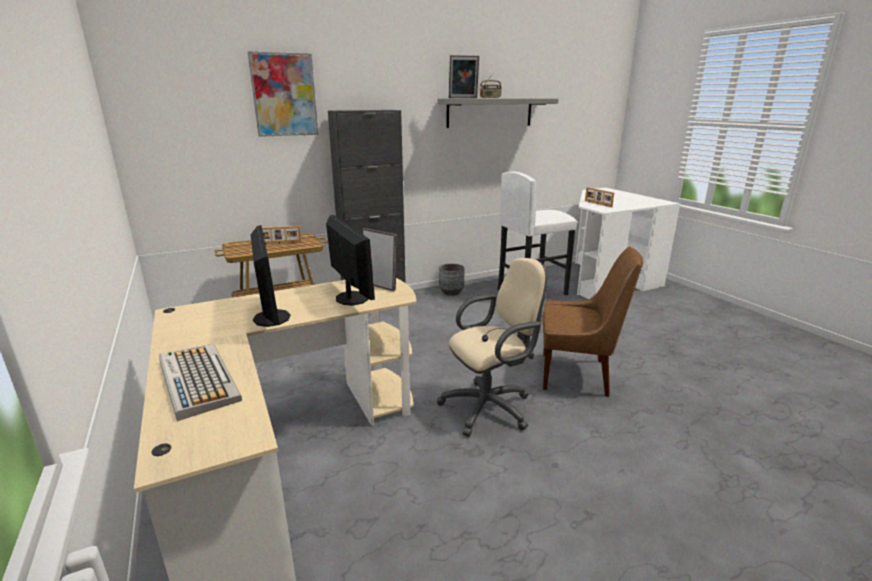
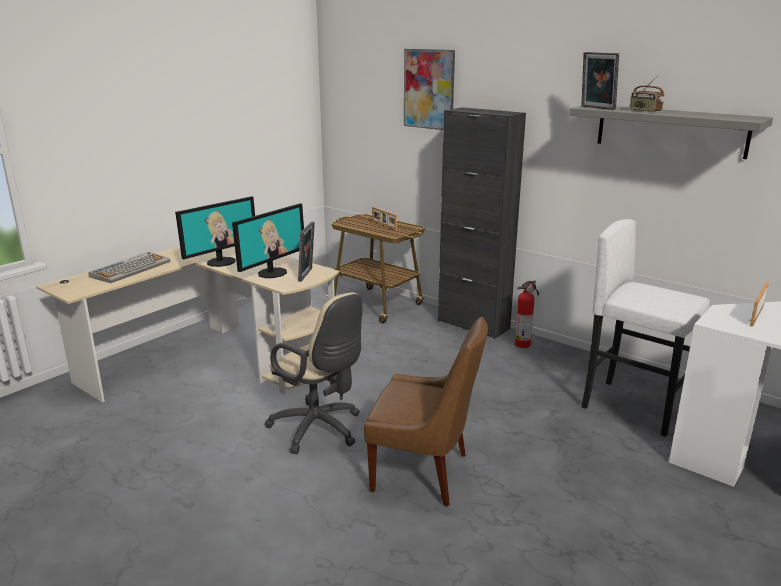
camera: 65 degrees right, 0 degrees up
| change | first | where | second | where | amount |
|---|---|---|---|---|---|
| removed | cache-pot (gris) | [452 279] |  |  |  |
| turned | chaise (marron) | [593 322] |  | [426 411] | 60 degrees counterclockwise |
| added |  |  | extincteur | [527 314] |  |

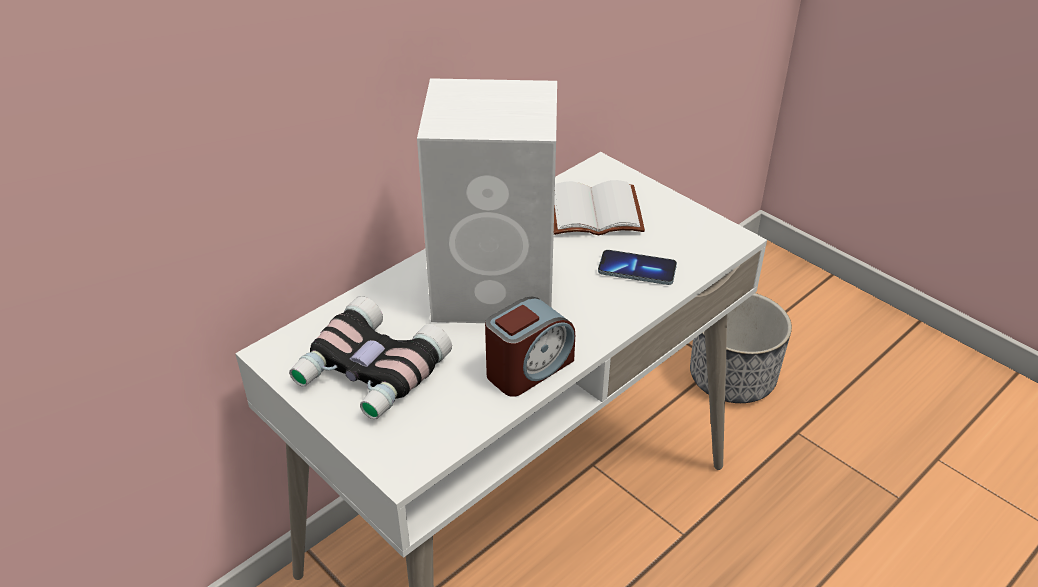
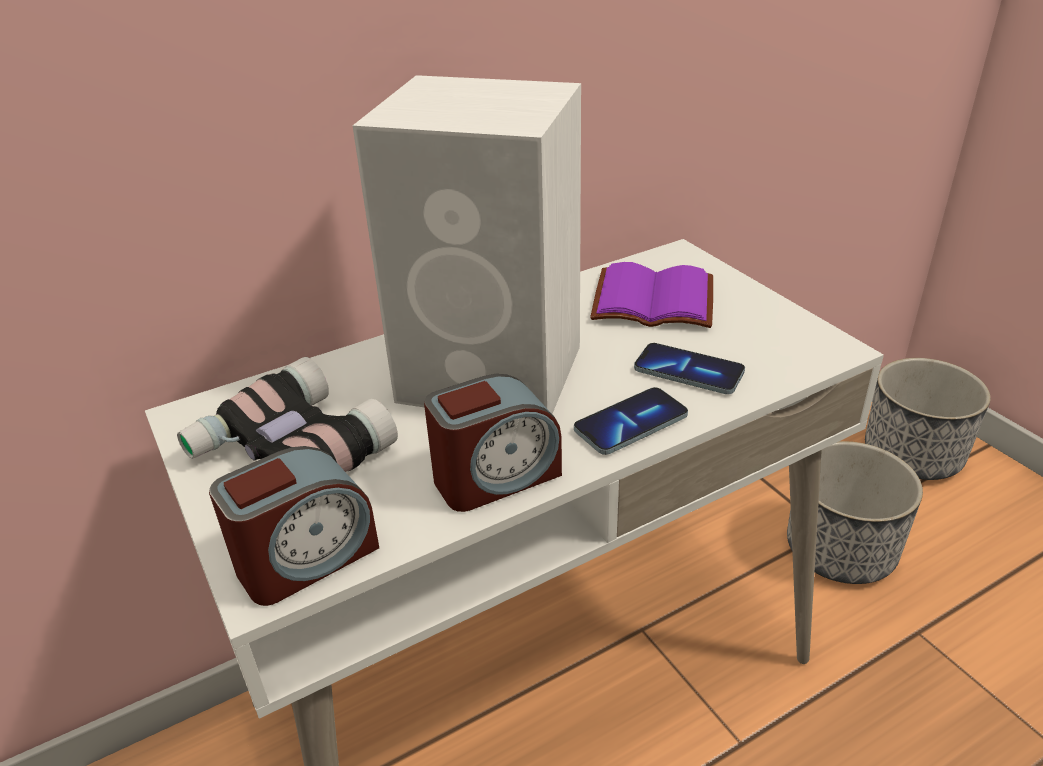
camera: 15 degrees right, 5 degrees down
| change | first | where | second | where | amount |
|---|---|---|---|---|---|
| recoloured | livre (blanc) | [599 207] | livre (violet) | [651 295] |  |
| added |  |  | réveil | [294 526] |  |
| added |  |  | téléphone | [631 421] |  |
| added |  |  | cache-pot | [928 419] |  |

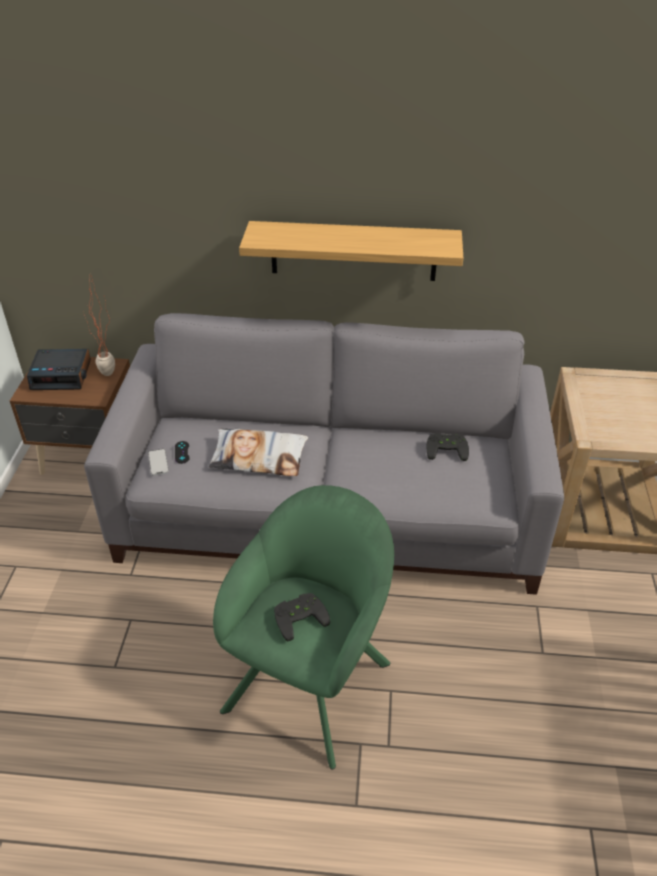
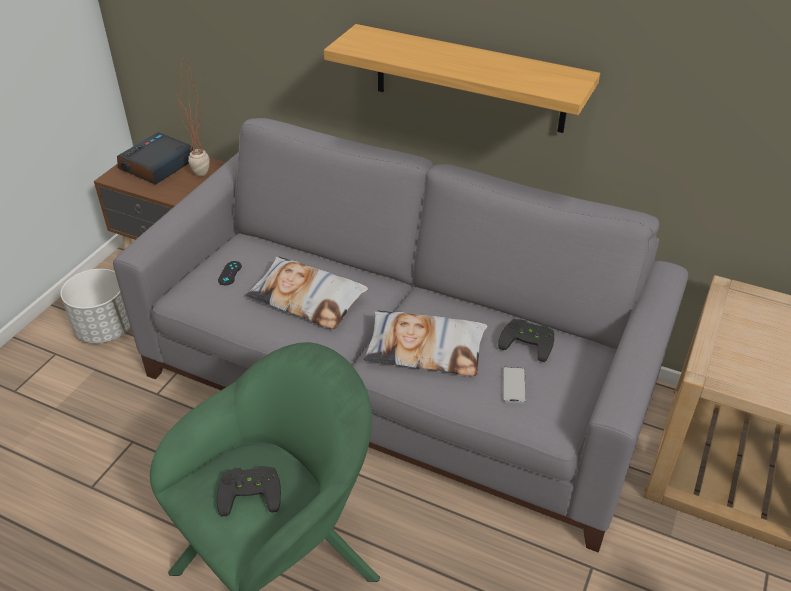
camera: 20 degrees right, 0 degrees up
| change | first | where | second | where | amount |
|---|---|---|---|---|---|
| turned | réveil | [59 369] |  | [155 158] | 105 degrees clockwise |
| moved | téléphone | [158 462] |  | [514 385] |  |
| added |  |  | cache-pot (blanc) | [96 306] |  |
| added |  |  | coussin | [426 343] |  |

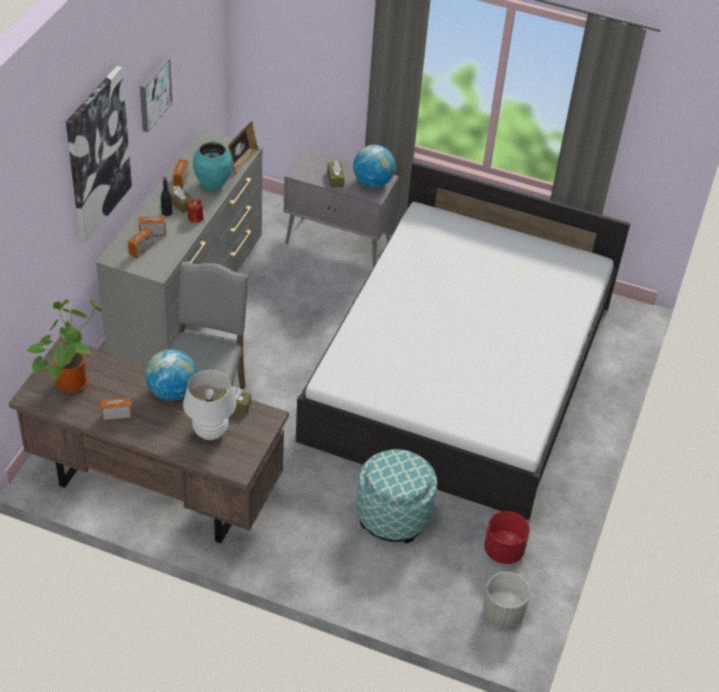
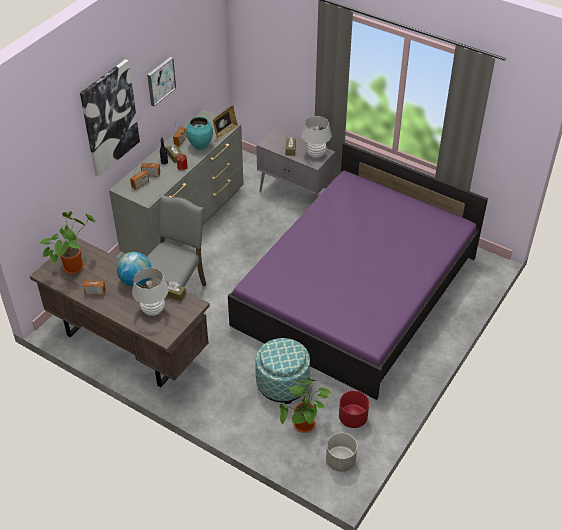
camera: 15 degrees right, 0 degrees up
| change | first | where | second | where | amount |
|---|---|---|---|---|---|
| recoloured | lit (blanc) | [463 340] | lit (violet) | [358 271] |  |
| replaced | globe | [374 166] | lampe de table (blanc) | [316 137] |  |
| added |  |  | plante en pot | [306 405] |  |

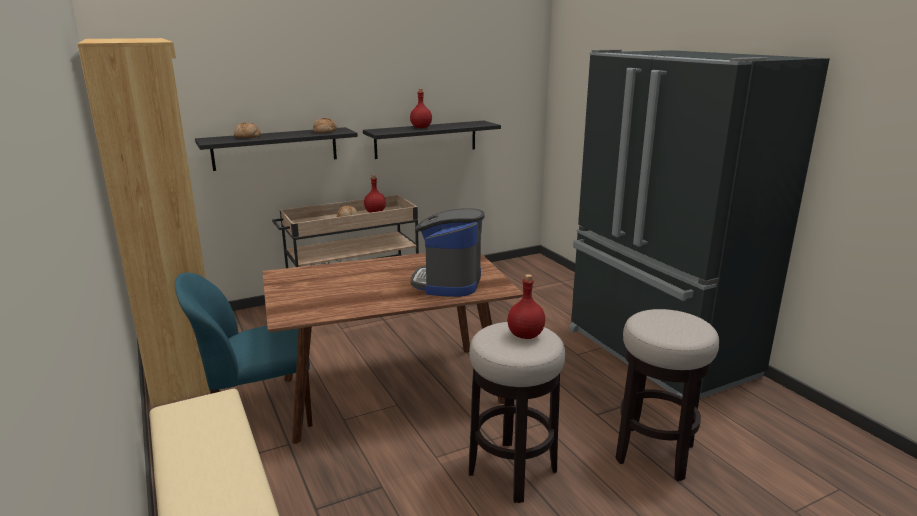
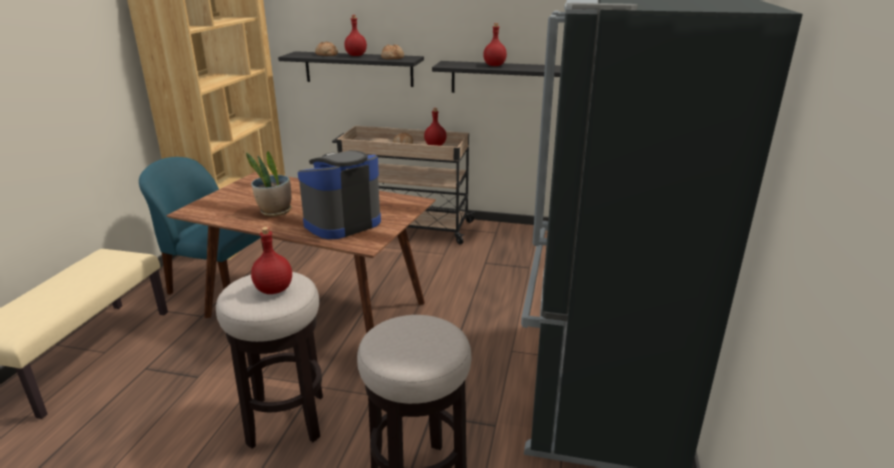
camera: 40 degrees right, 5 degrees up
| change | first | where | second | where | amount |
|---|---|---|---|---|---|
| added |  |  | plante en pot | [268 184] |  |
| added |  |  | bouteille (rouge) | [355 35] |  |

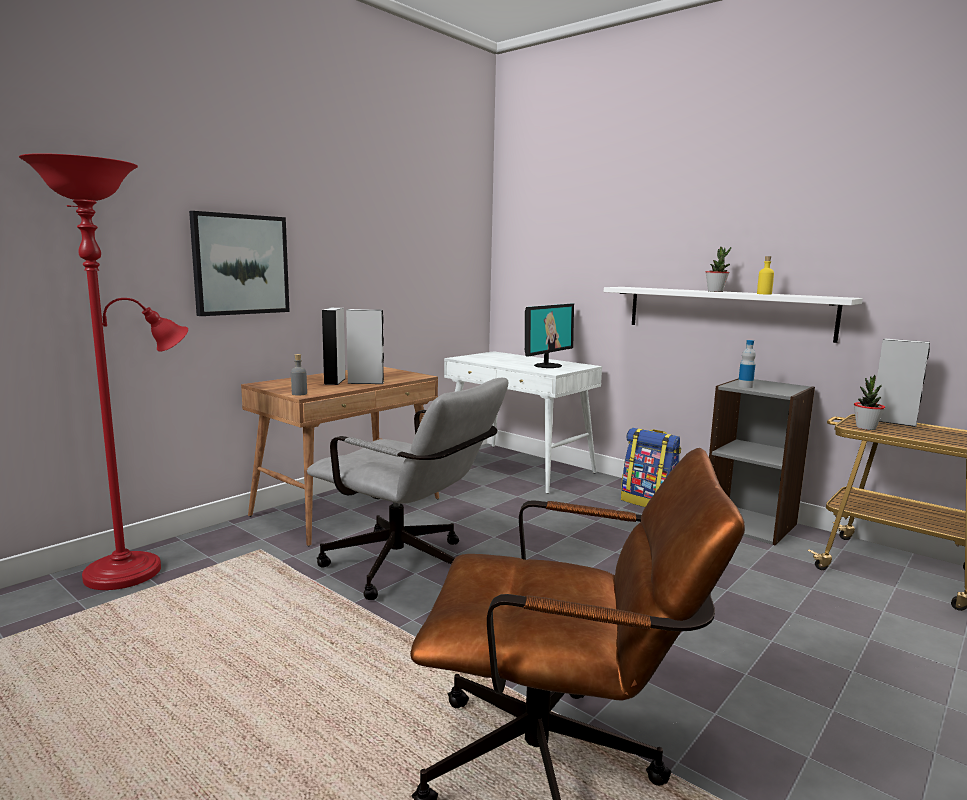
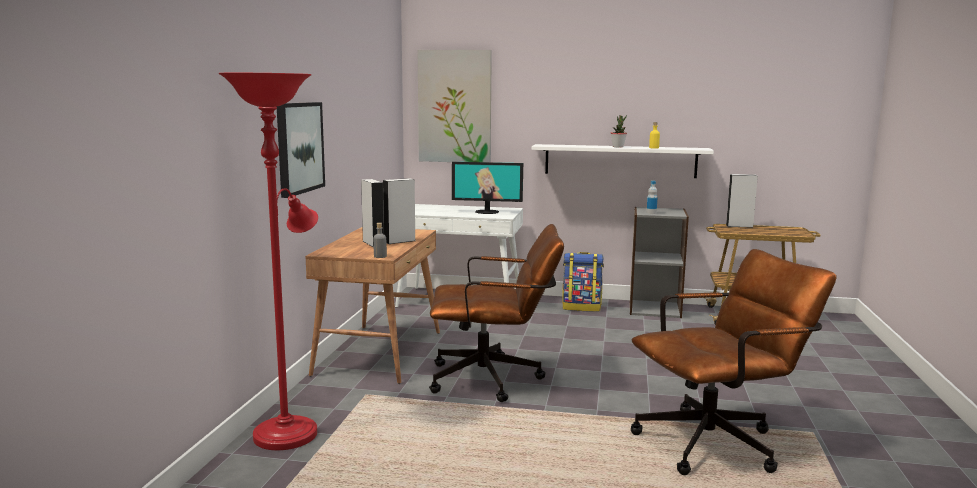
camera: 30 degrees left, 0 degrees up
| change | first | where | second | where | amount |
|---|---|---|---|---|---|
| recoloured | chaise de bureau (gris) | [407 489] | chaise de bureau (marron) | [496 313] |  |
| turned | écran d'ordinateur | [549 336] |  | [487 188] | 90 degrees clockwise |
| removed | plante en pot | [869 402] |  |  |  |
| added |  |  | tableau | [455 106] |  |

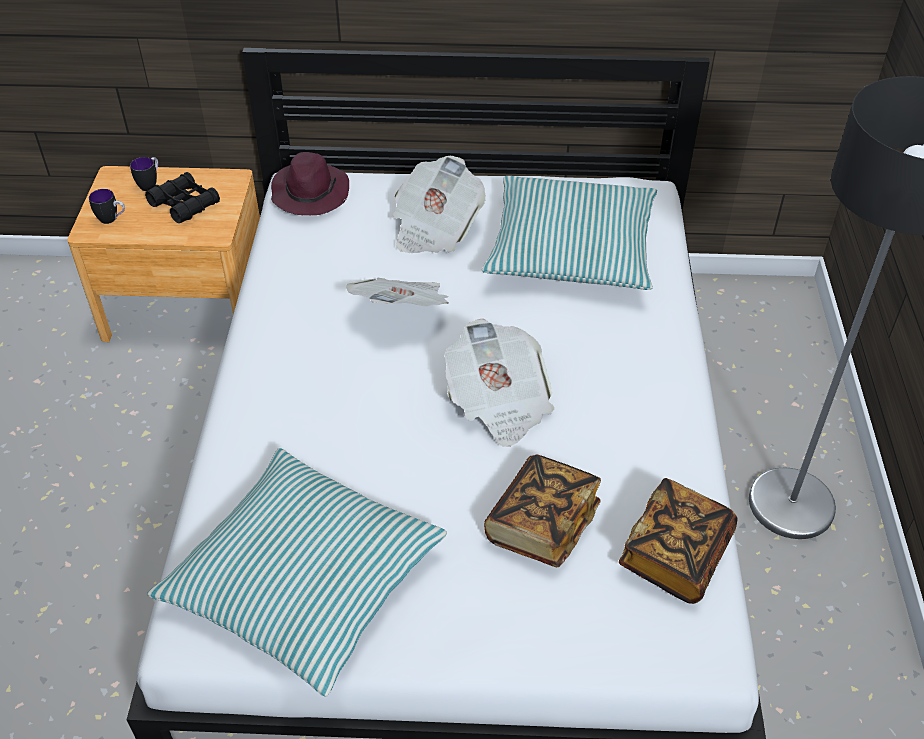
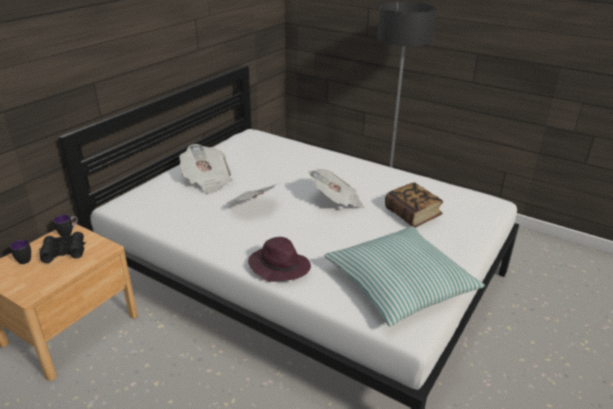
camera: 60 degrees left, 15 degrees down
| change | first | where | second | where | amount |
|---|---|---|---|---|---|
| moved | mug | [107 206] |  | [65 226] |  |
| moved | chapeau (violet) | [310 183] |  | [279 259] |  |
| removed | coussin | [569 233] |  |  |  |
| removed | livre | [678 541] |  |  |  |

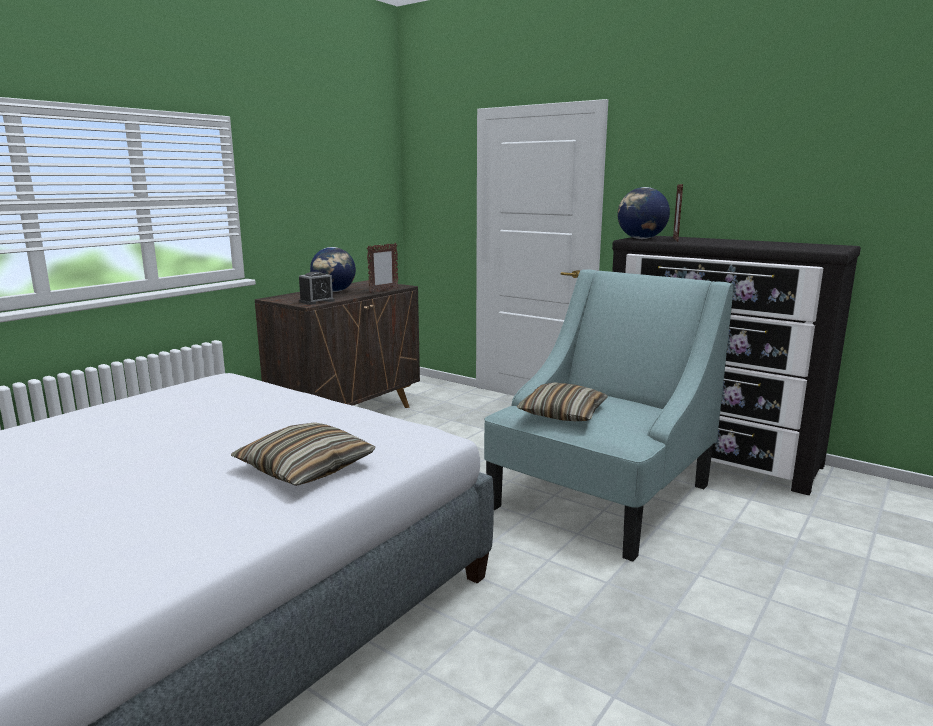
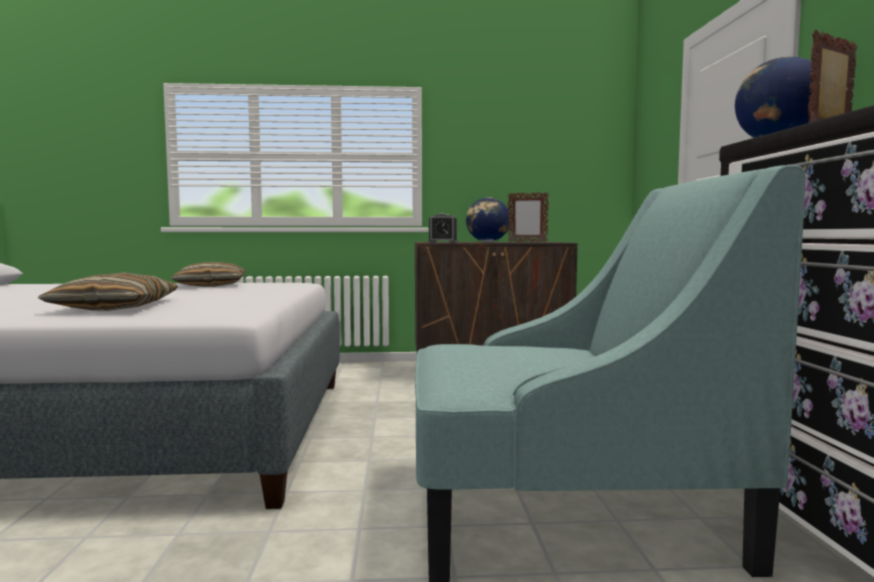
camera: 50 degrees right, 10 degrees down
| change | first | where | second | where | amount |
|---|---|---|---|---|---|
| moved | coussin | [562 401] |  | [208 274] |  |

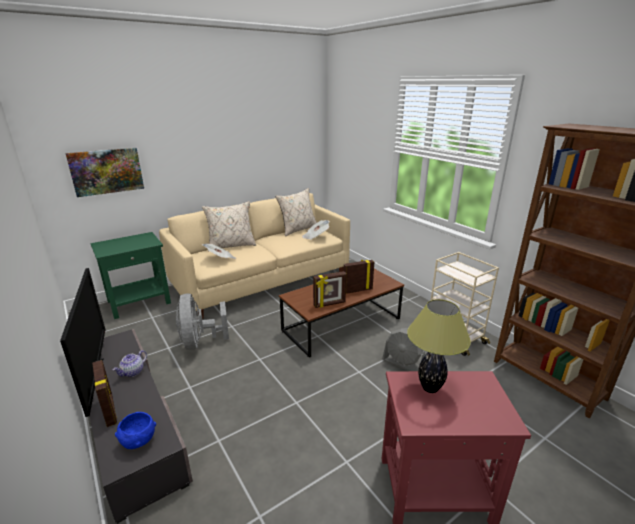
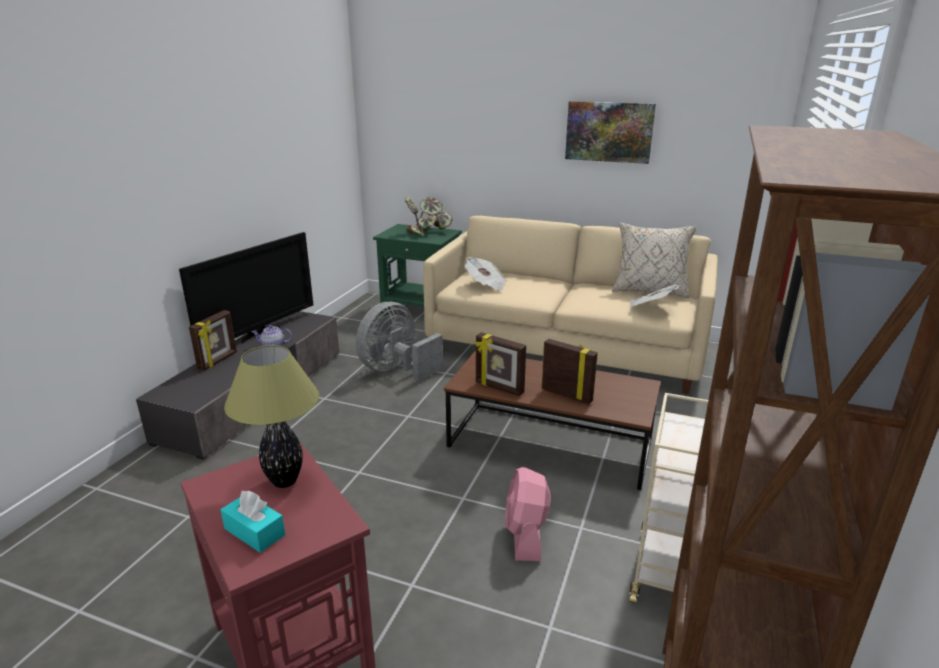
camera: 55 degrees right, 0 degrees up
| change | first | where | second | where | amount |
|---|---|---|---|---|---|
| moved | tableau | [104 172] |  | [610 132] |  |
| removed | bol (bleu) | [135 430] |  |  |  |
| removed | coussin (beige) | [229 226] |  |  |  |
| recoloured | ventilateur (gris) | [403 349] | ventilateur (rose) | [528 514] |  |
| added |  |  | boîte à mouchoirs (turquoise) | [253 522] |  |
| added |  |  | plante en pot | [429 216] |  |

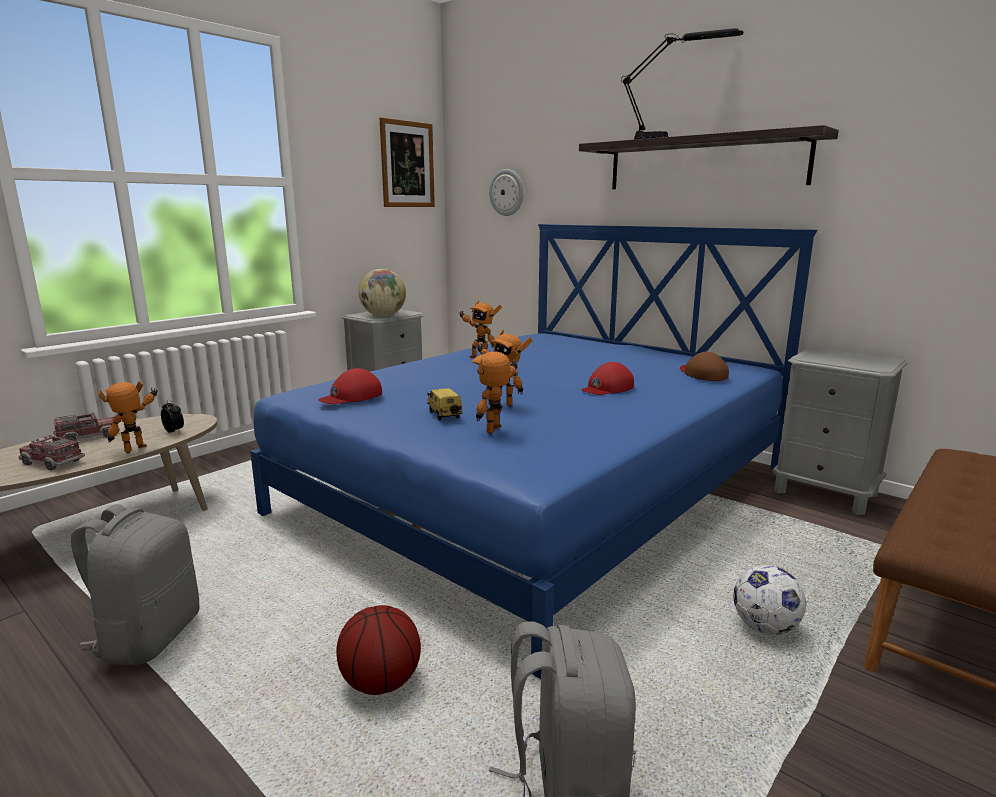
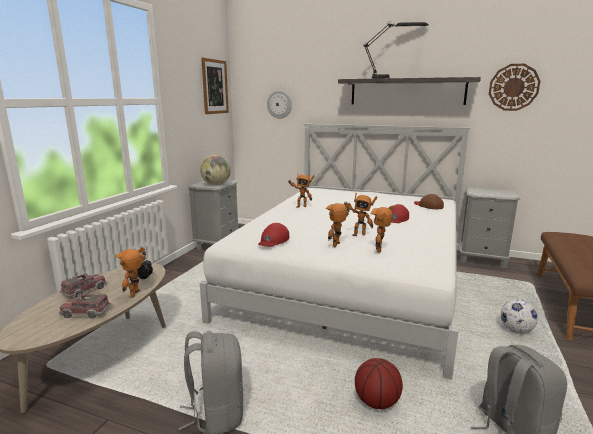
camera: 20 degrees left, 0 degrees up
| change | first | where | second | where | amount |
|---|---|---|---|---|---|
| recoloured | lit (bleu) | [533 451] | lit (blanc) | [335 252] |  |
| replaced | petite voiture | [445 404] | robot jouet | [338 225] |  |
| added |  |  | horloge murale | [514 87] |  |

